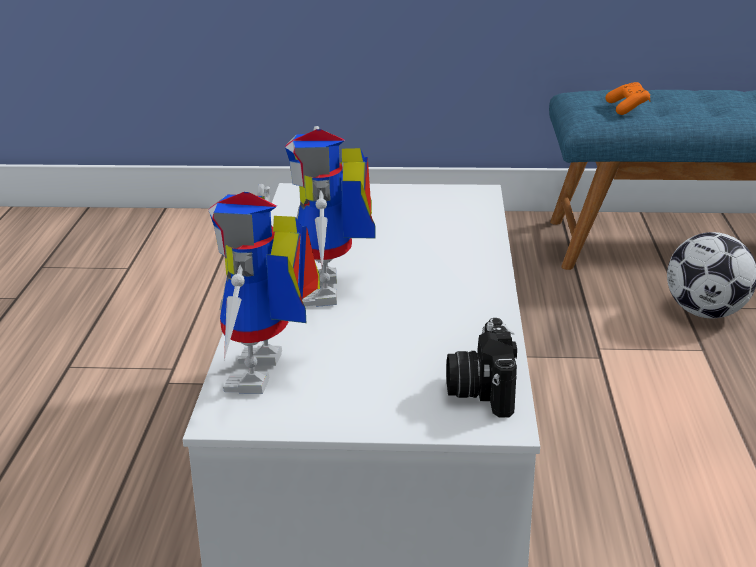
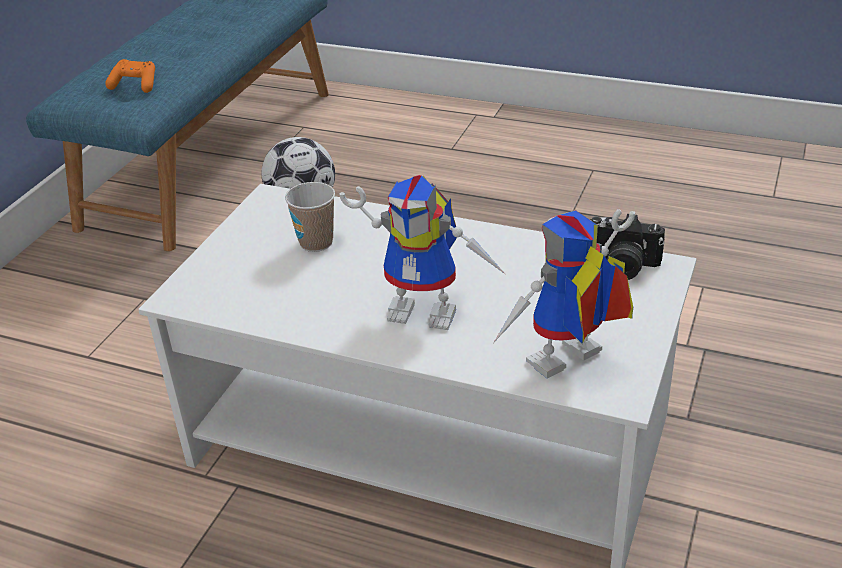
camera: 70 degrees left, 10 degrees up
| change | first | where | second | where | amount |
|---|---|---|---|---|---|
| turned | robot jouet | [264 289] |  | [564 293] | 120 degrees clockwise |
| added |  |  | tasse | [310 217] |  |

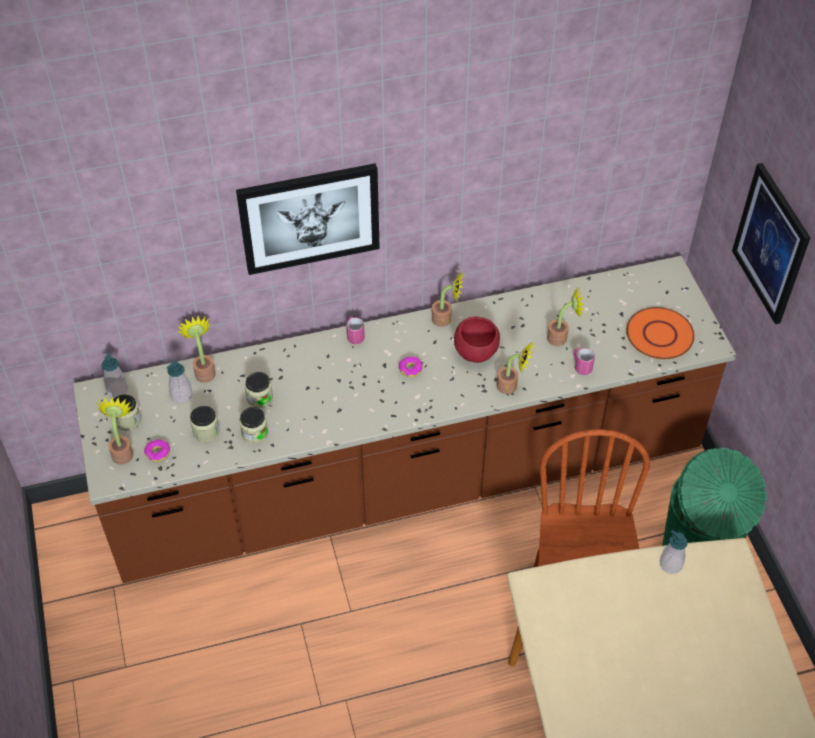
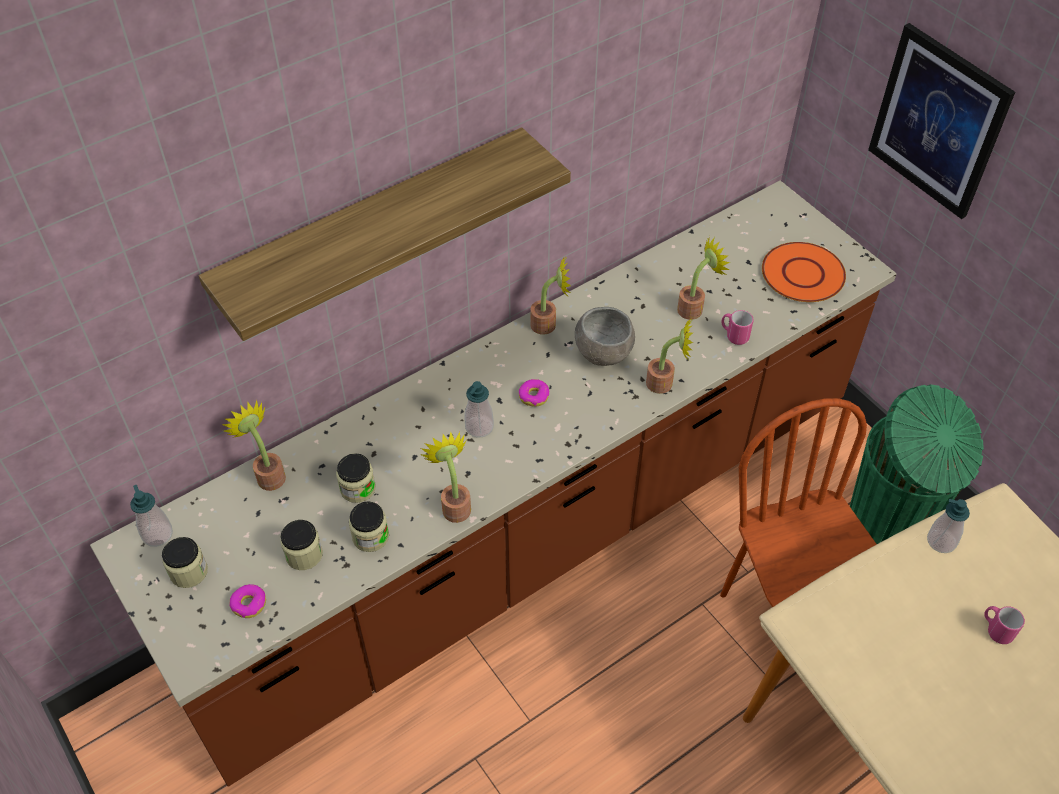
camera: 20 degrees left, 0 degrees up
| change | first | where | second | where | amount |
|---|---|---|---|---|---|
| moved | plante en pot | [115 431] |  | [445 477] |  |
| moved | distributeur de savon | [179 382] |  | [479 409] |  |
| replaced | tableau | [308 219] | étagère | [385 234] |  |
| moved | mug (rose) | [355 330] |  | [1004 625] |  |
| recoloured | bol (rouge) | [477 339] | bol (gris) | [605 336] |  |

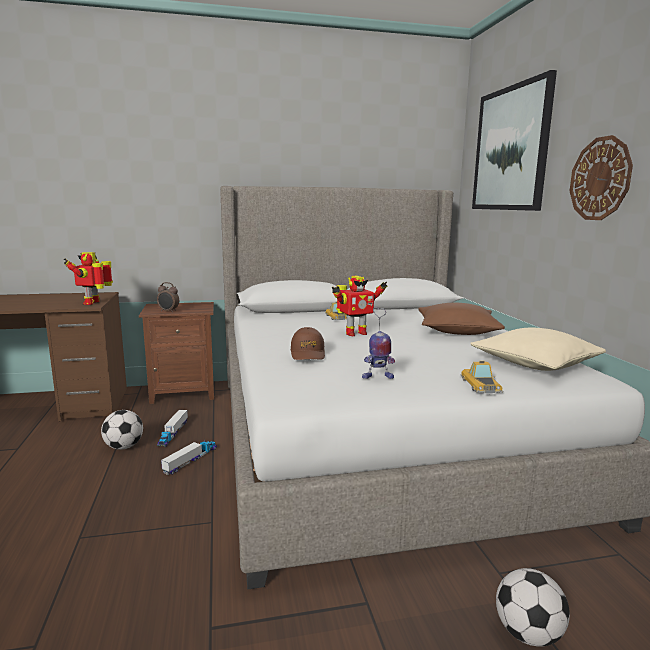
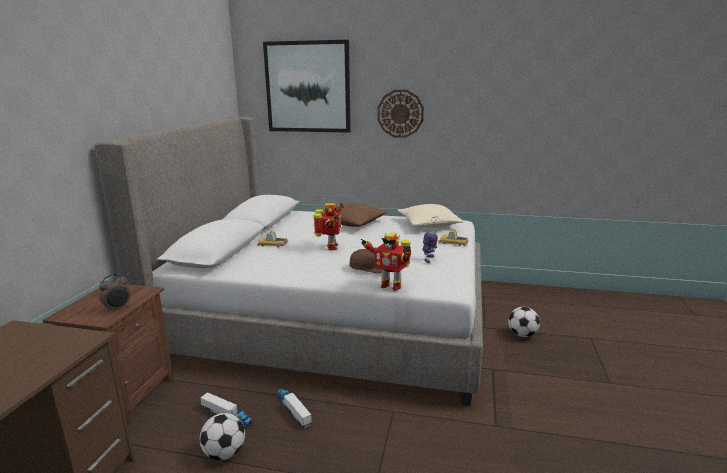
camera: 65 degrees left, 5 degrees up
| change | first | where | second | where | amount |
|---|---|---|---|---|---|
| moved | robot jouet | [88 278] |  | [386 261] |  |

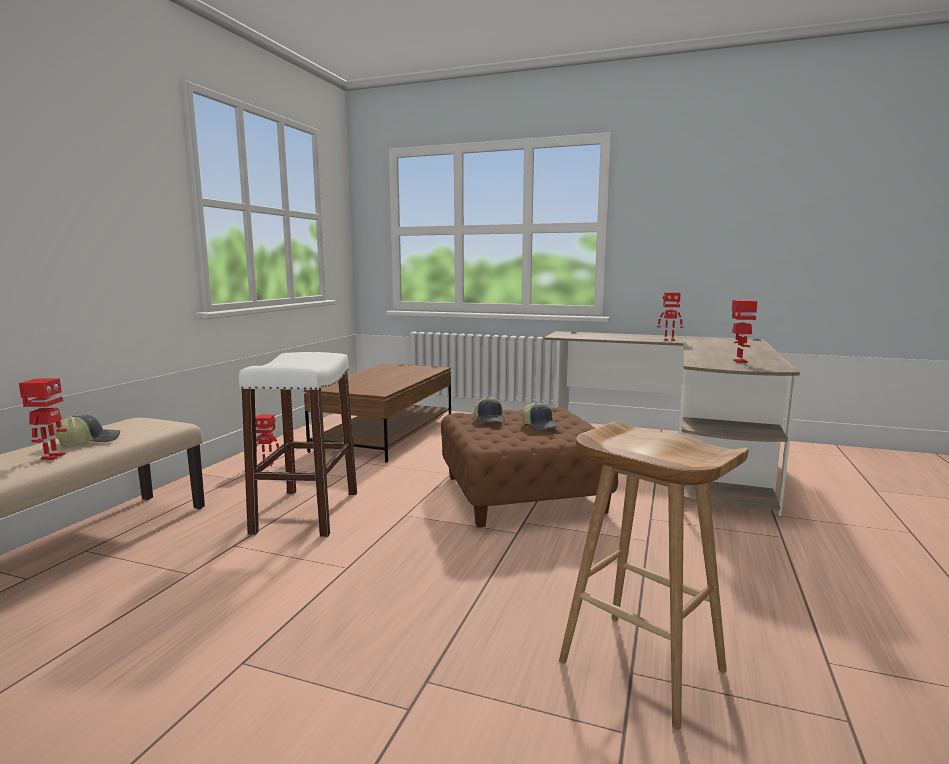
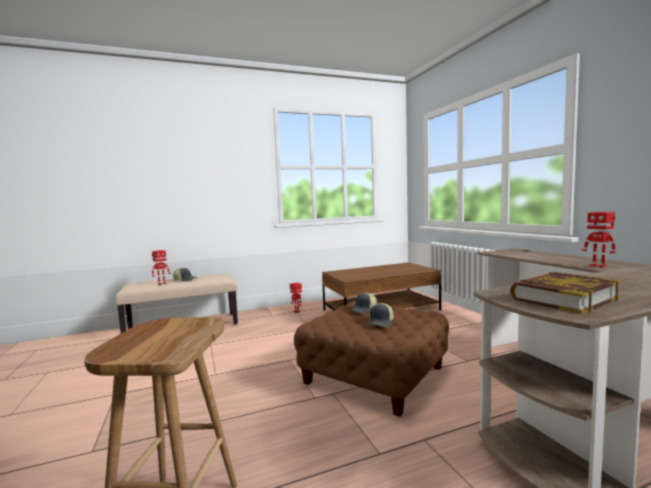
camera: 50 degrees right, 5 degrees down
| change | first | where | second | where | amount |
|---|---|---|---|---|---|
| removed | tabouret (blanc) | [298 444] |  |  |  |
| replaced | robot jouet | [745 331] | livre | [566 293] |  |

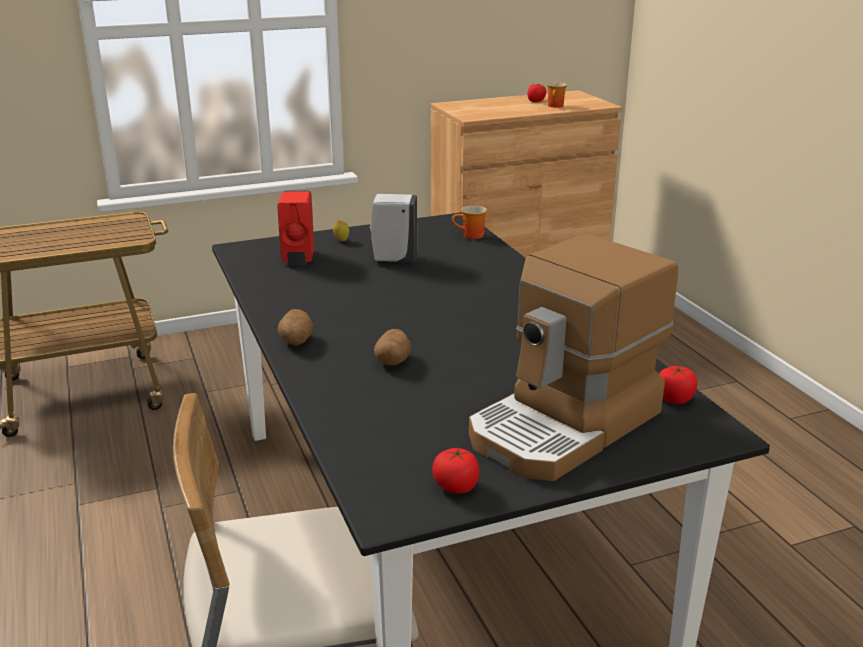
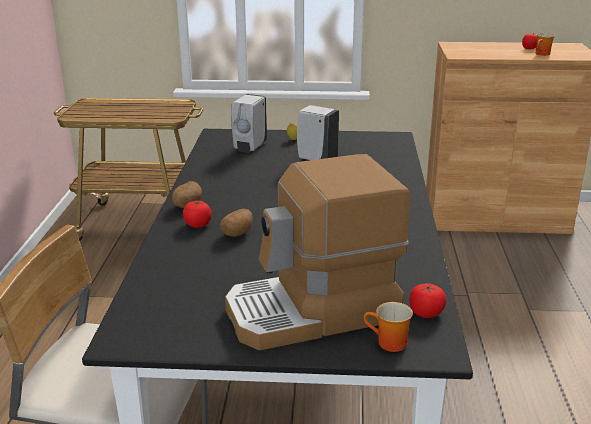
camera: 25 degrees right, 0 degrees up
| change | first | where | second | where | amount |
|---|---|---|---|---|---|
| recoloured | distributeur de savon (rouge) | [296 228] | distributeur de savon (blanc) | [249 123] |  |
| moved | tomate | [455 470] |  | [197 214] |  |
| moved | mug | [469 222] |  | [388 327] |  |

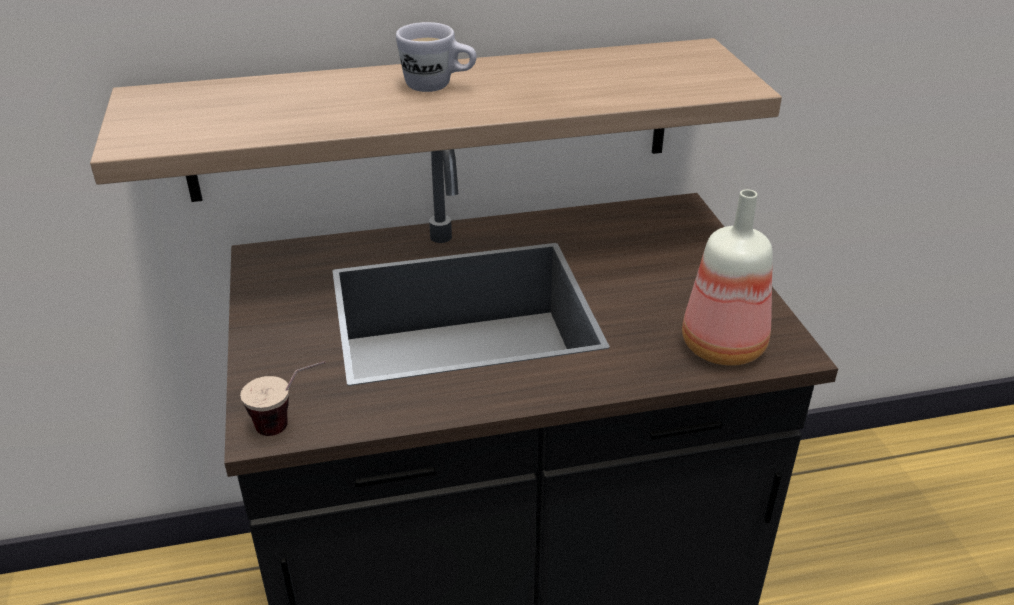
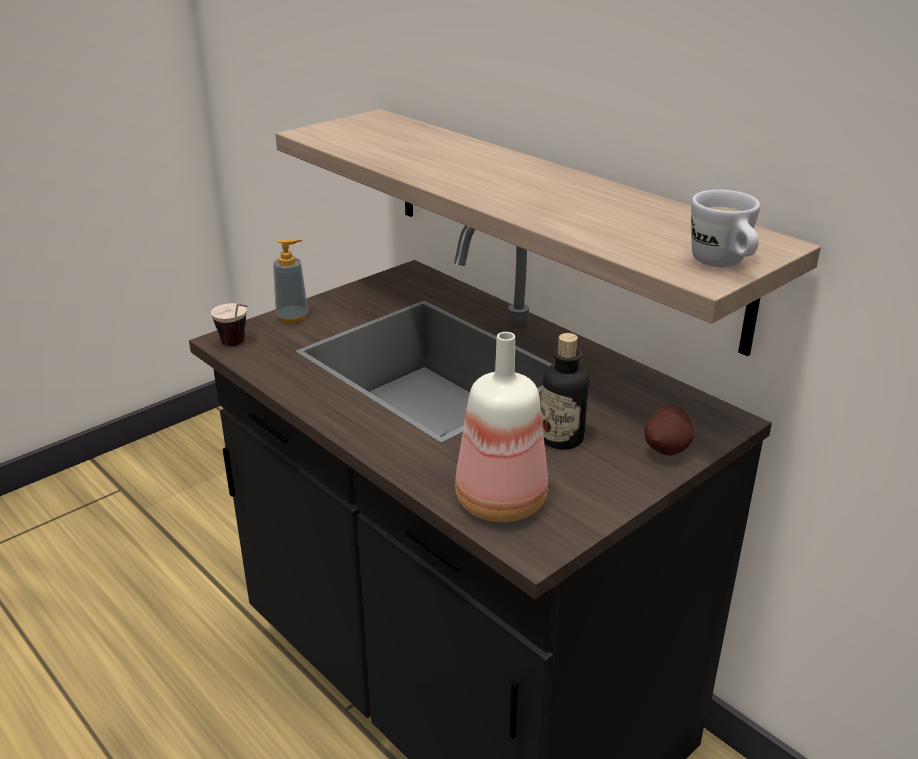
camera: 60 degrees right, 5 degrees down
| change | first | where | second | where | amount |
|---|---|---|---|---|---|
| moved | mug (blanc) | [436 57] |  | [725 228] |  |
| added |  |  | distributeur de savon | [290 281] |  |
| added |  |  | bouteille | [565 391] |  |
| added |  |  | pomme de terre | [668 430] |  |

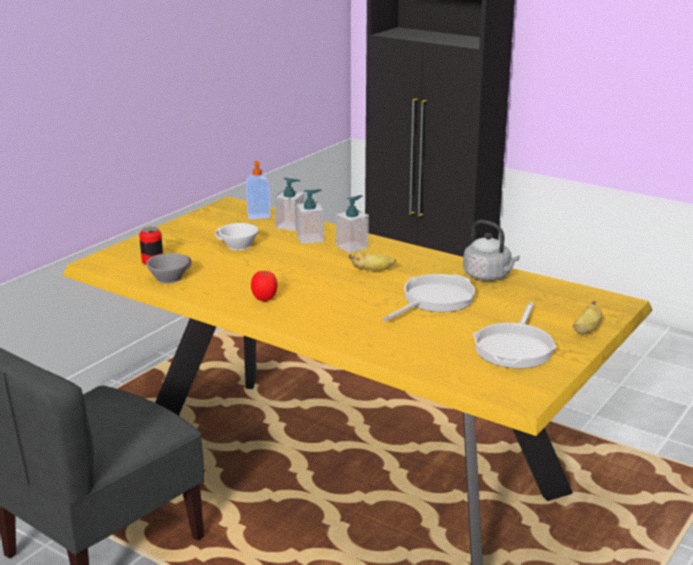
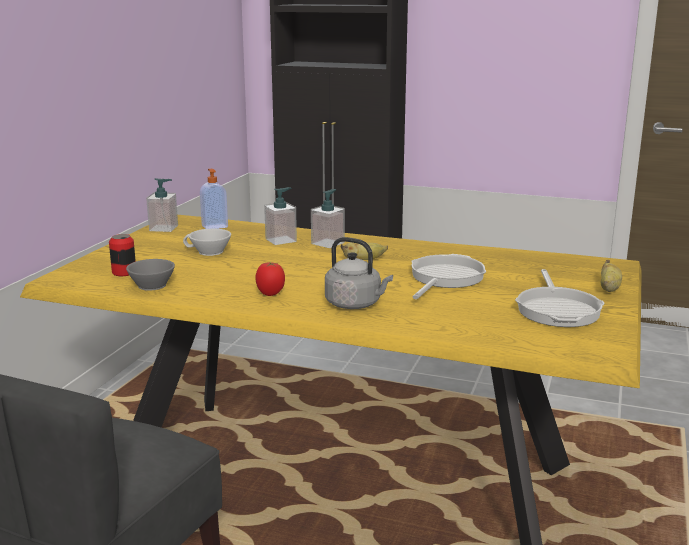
camera: 15 degrees left, 5 degrees down
| change | first | where | second | where | amount |
|---|---|---|---|---|---|
| moved | distributeur de savon | [289 204] |  | [162 205] |  |
| moved | bouilloire (gris) | [491 250] |  | [359 273] |  |

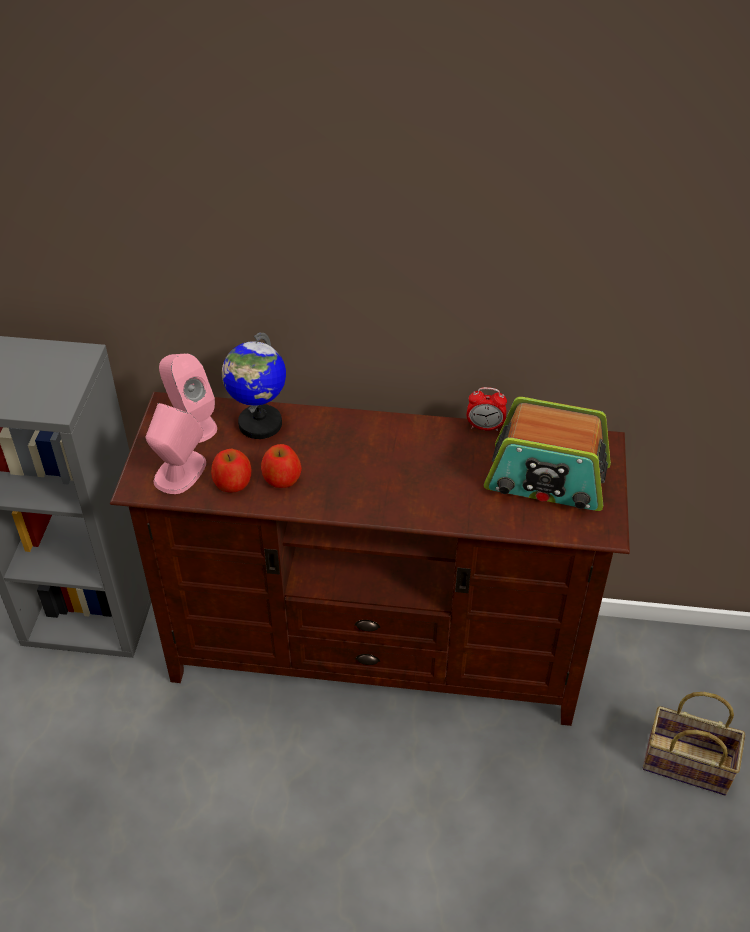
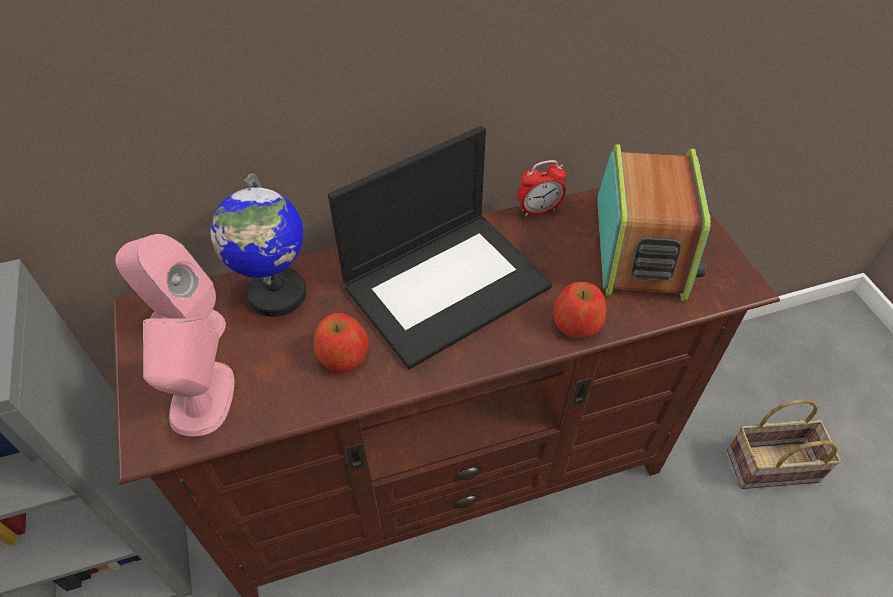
camera: 25 degrees left, 5 degrees up
| change | first | where | second | where | amount |
|---|---|---|---|---|---|
| moved | pomme | [231 470] |  | [579 310] |  |
| turned | radio | [547 454] |  | [654 222] | 75 degrees counterclockwise |
| added |  |  | ordinateur portable | [440 247] |  |

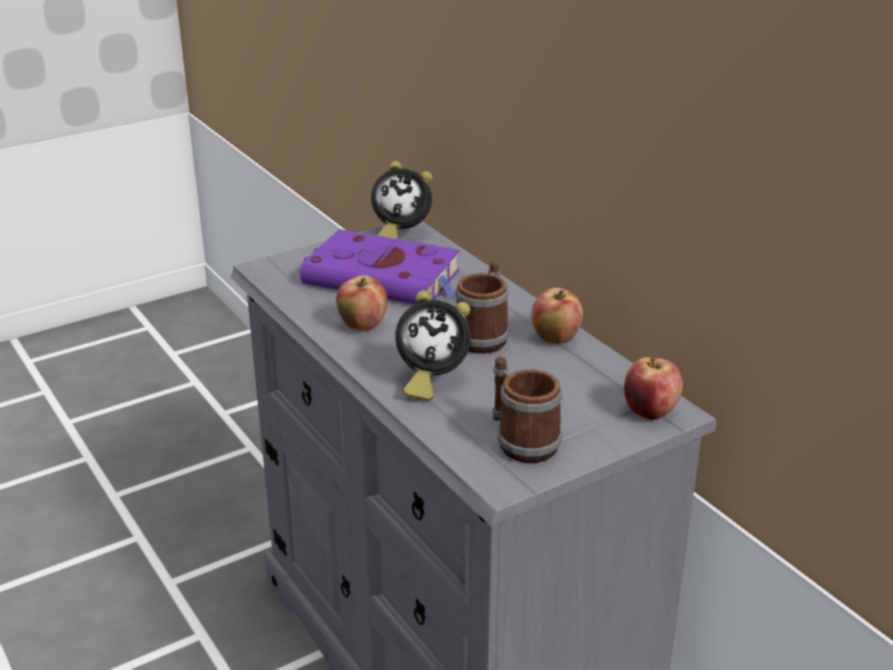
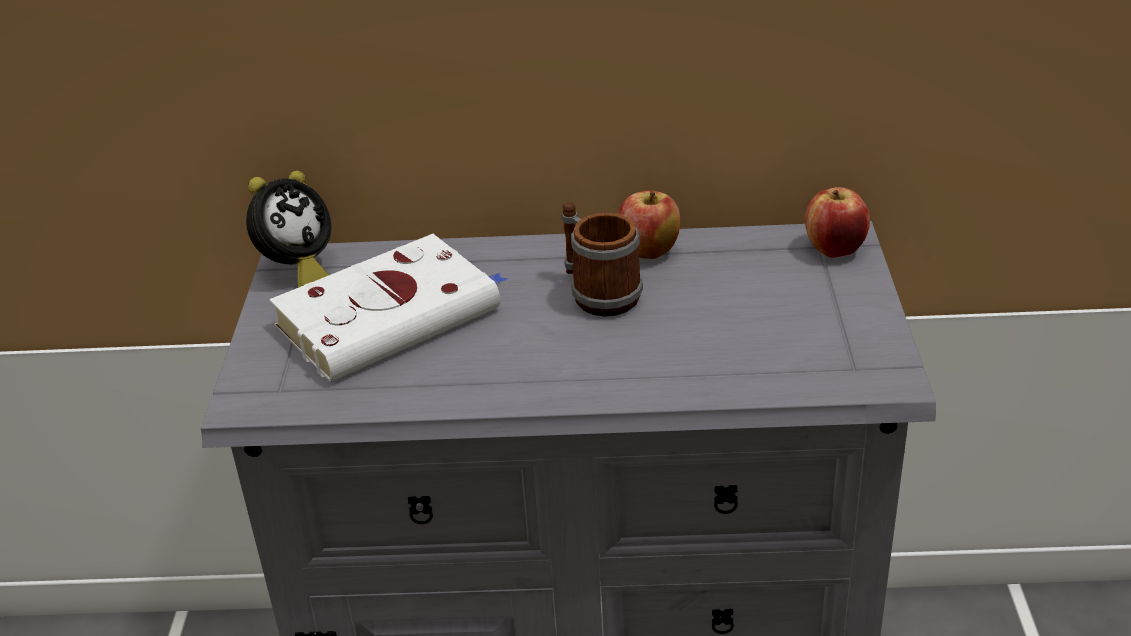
camera: 55 degrees left, 5 degrees up
| change | first | where | second | where | amount |
|---|---|---|---|---|---|
| recoloured | livre (violet) | [380 266] | livre (blanc) | [388 308] |  |
| removed | pomme | [362 303] |  |  |  |
| removed | réveil | [433 345] |  |  |  |
| removed | mug | [527 410] |  |  |  |

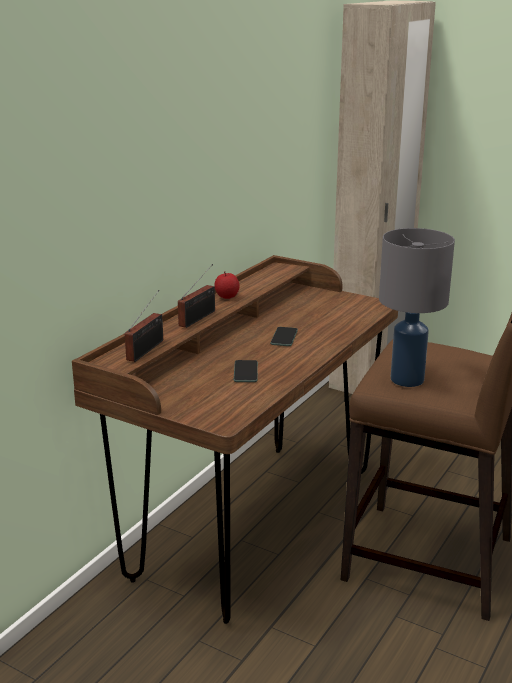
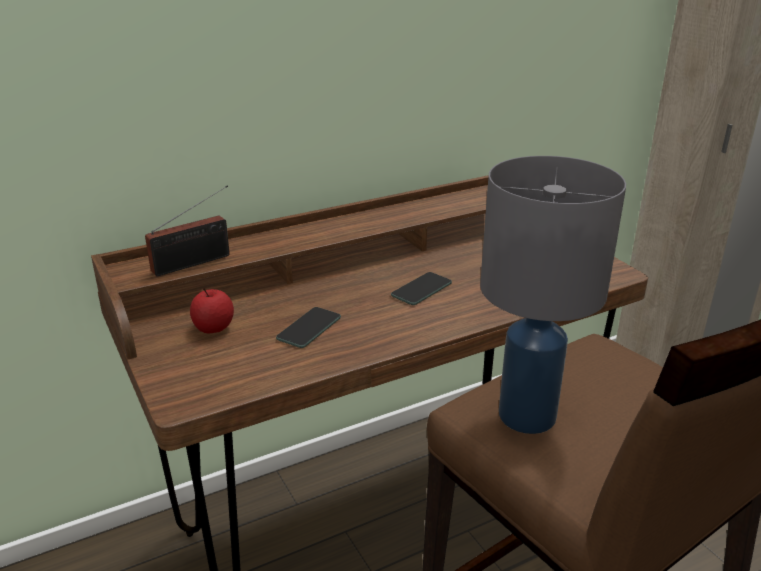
camera: 30 degrees right, 5 degrees up
| change | first | where | second | where | amount |
|---|---|---|---|---|---|
| removed | radio | [196 296] |  |  |  |
| moved | pomme | [227 285] |  | [212 310] |  |

